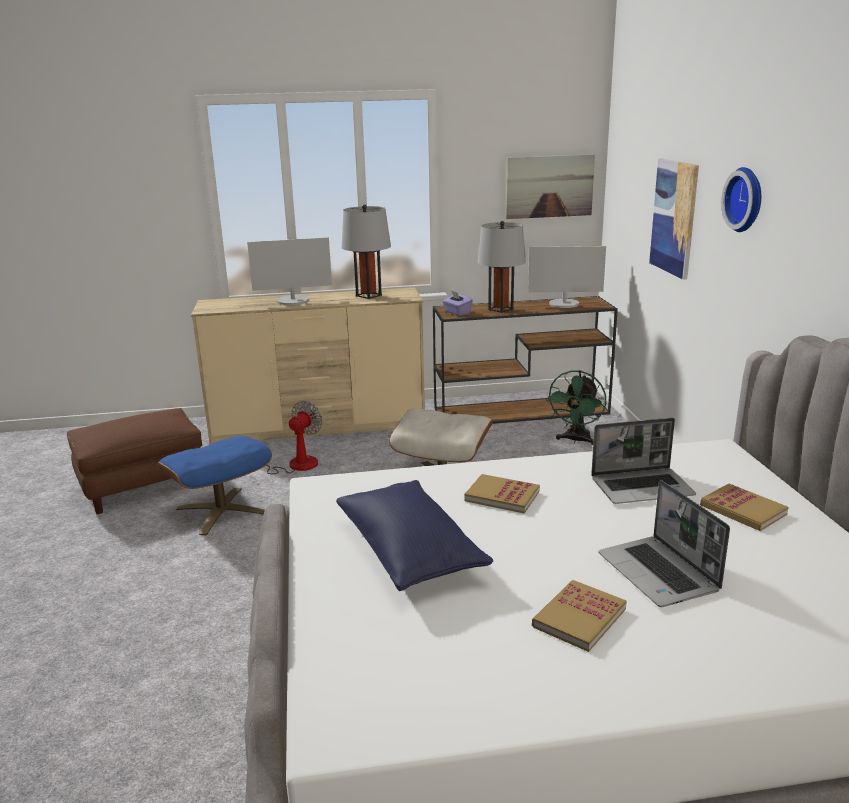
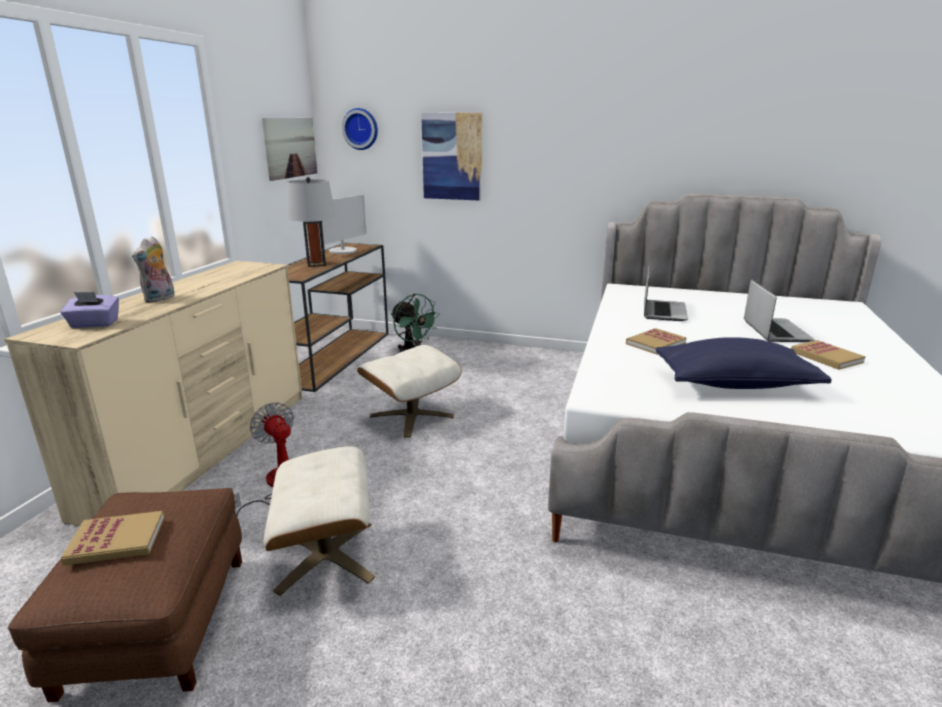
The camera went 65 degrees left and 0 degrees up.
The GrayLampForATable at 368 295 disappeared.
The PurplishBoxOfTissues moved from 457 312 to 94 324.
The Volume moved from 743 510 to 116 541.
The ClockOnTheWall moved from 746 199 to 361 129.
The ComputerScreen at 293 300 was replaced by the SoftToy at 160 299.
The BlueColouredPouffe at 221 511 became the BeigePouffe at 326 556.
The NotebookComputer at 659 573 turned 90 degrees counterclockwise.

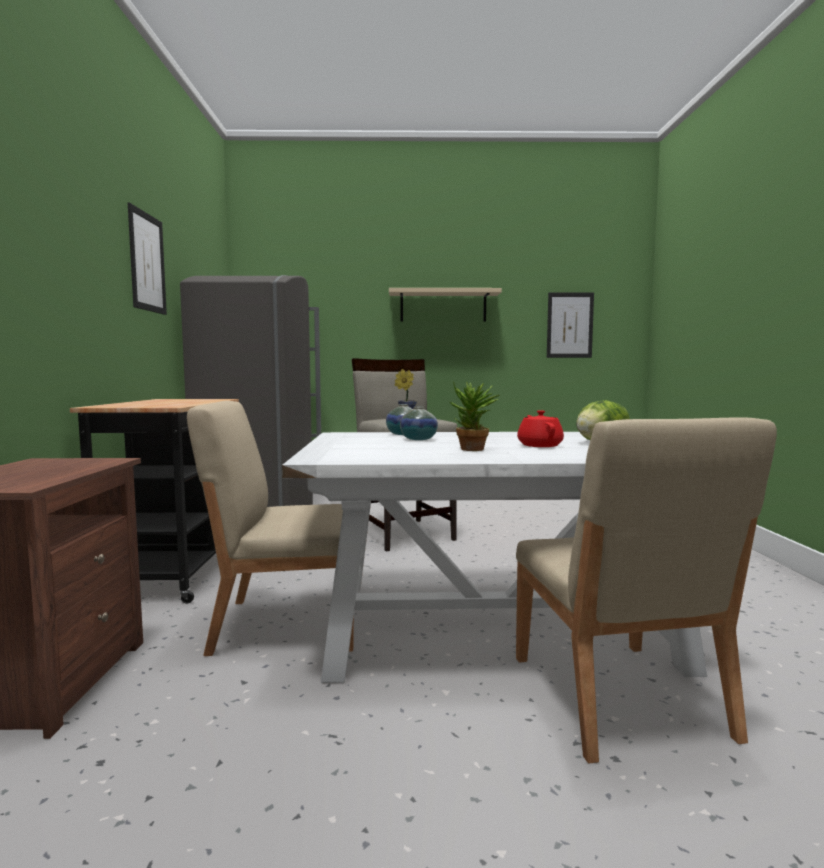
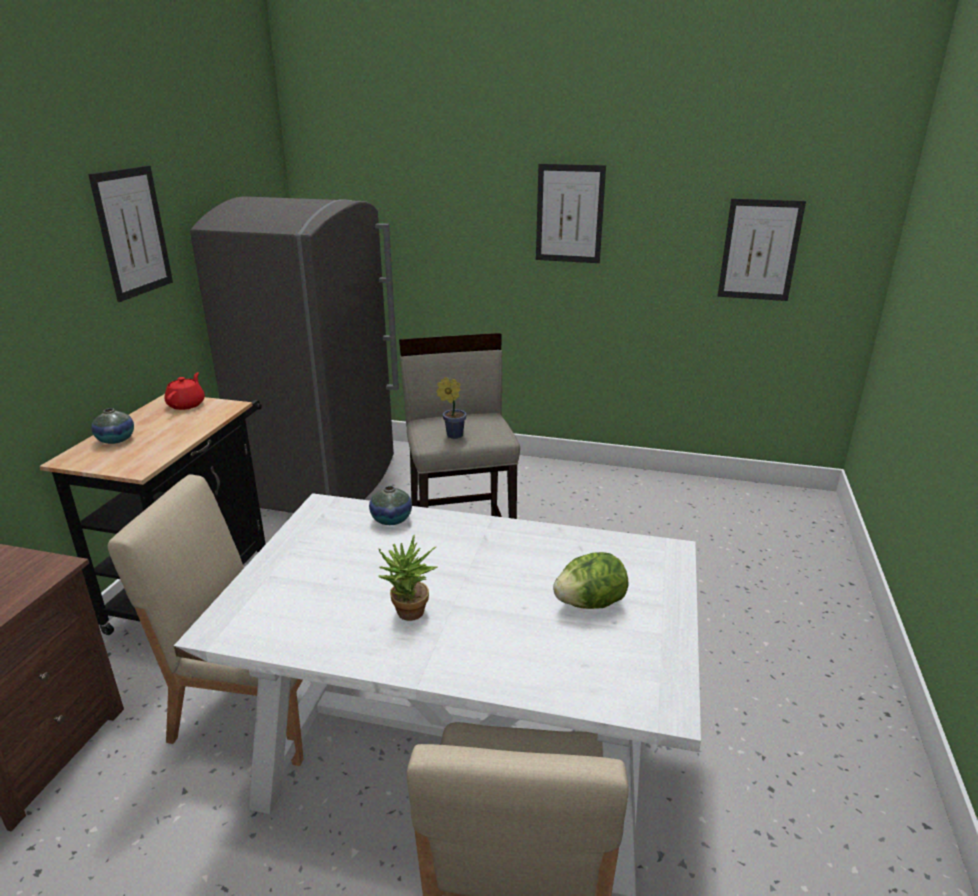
The camera went 15 degrees right and 20 degrees up.
The FlowerVase moved from 418 439 to 116 440.
The RedTeaPot moved from 539 445 to 187 404.
The BeigeBracketShelf at 443 306 was replaced by the Picture at 569 214.

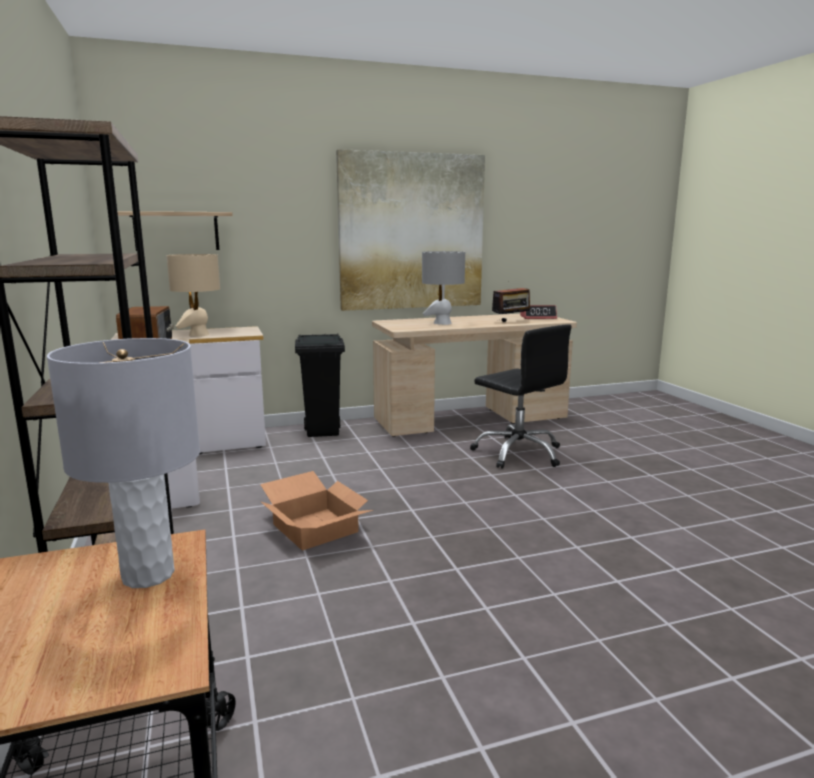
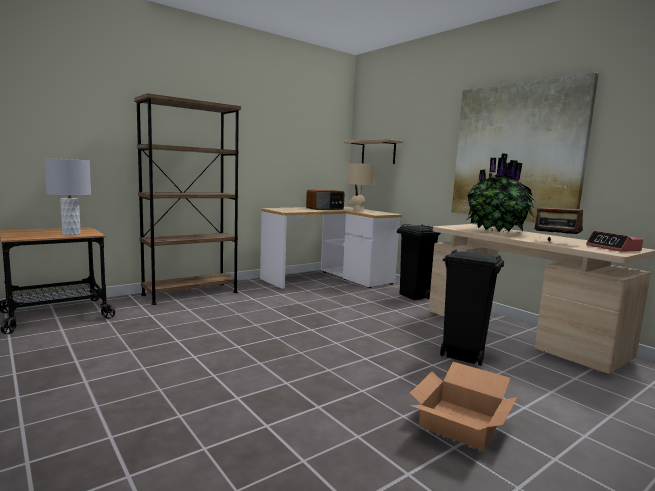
The camera went 70 degrees right and 5 degrees down.
The Carton moved from 317 528 to 461 424.
The GrayLampForATable at 442 323 was replaced by the PottedPlant at 496 232.
The BlackDeskChair at 518 453 was replaced by the BlackTrashCan at 462 356.

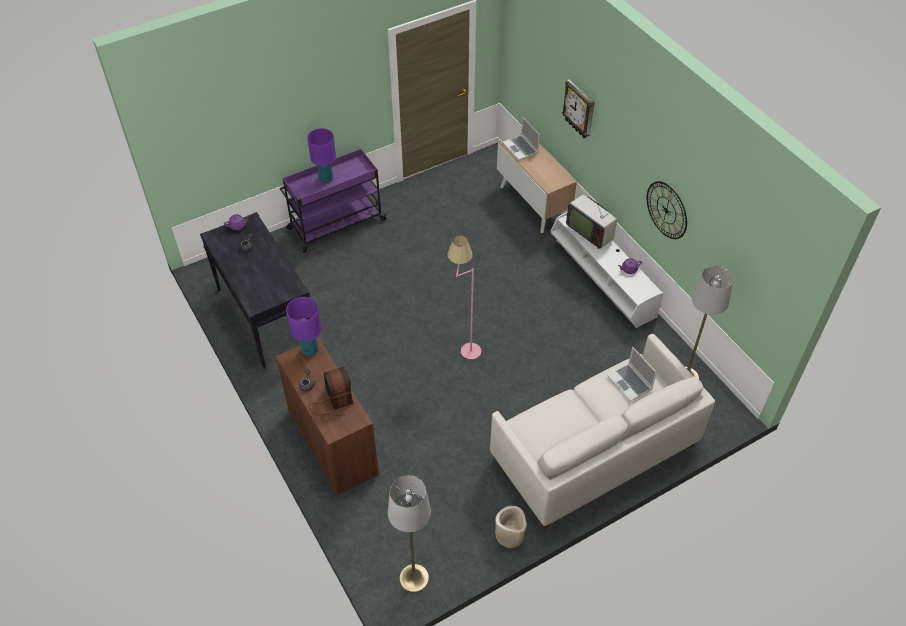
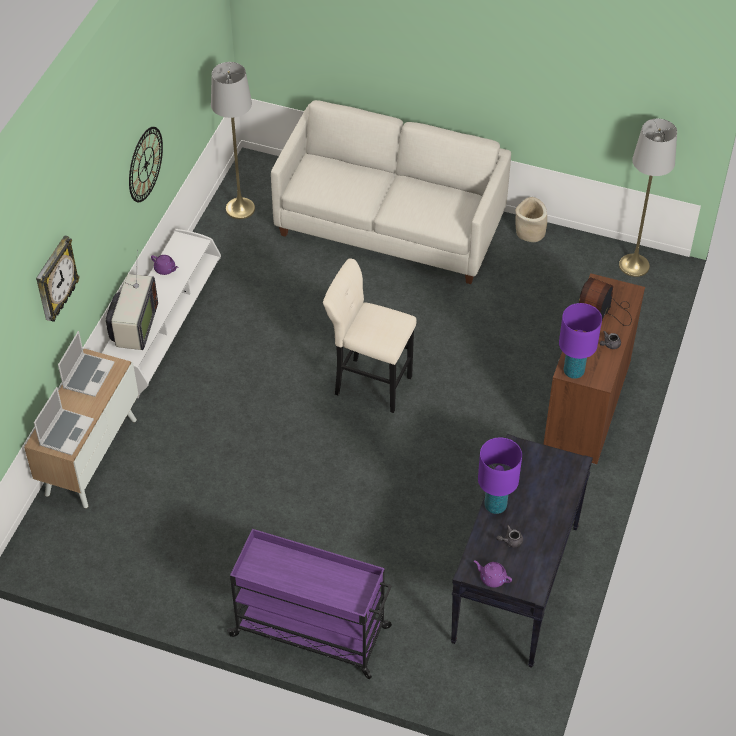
The camera went 130 degrees left and 0 degrees up.
The PurplishLampForATable moved from 326 179 to 495 505.
The NotebookComputer moved from 630 383 to 88 375.
The PinkFloorLamp at 464 345 was replaced by the BeigeStoolSeat at 369 384.

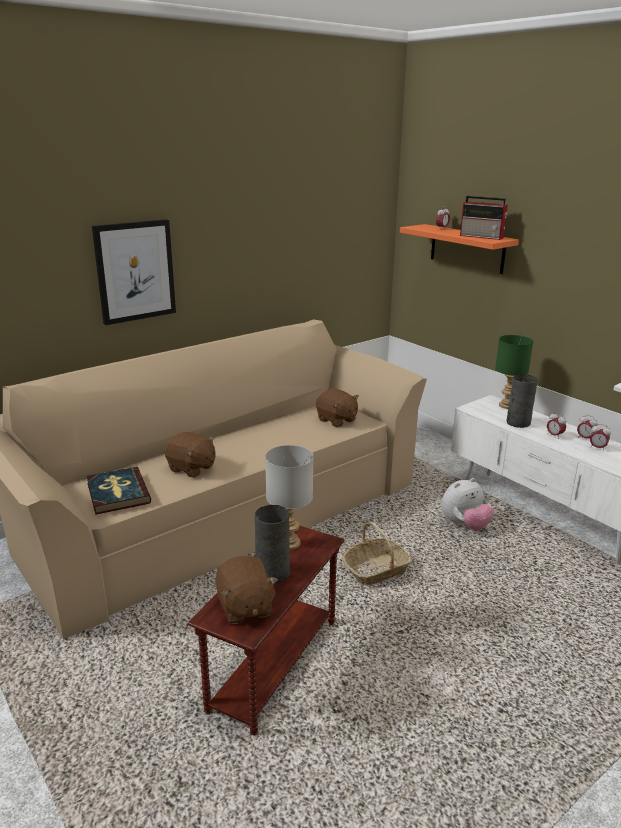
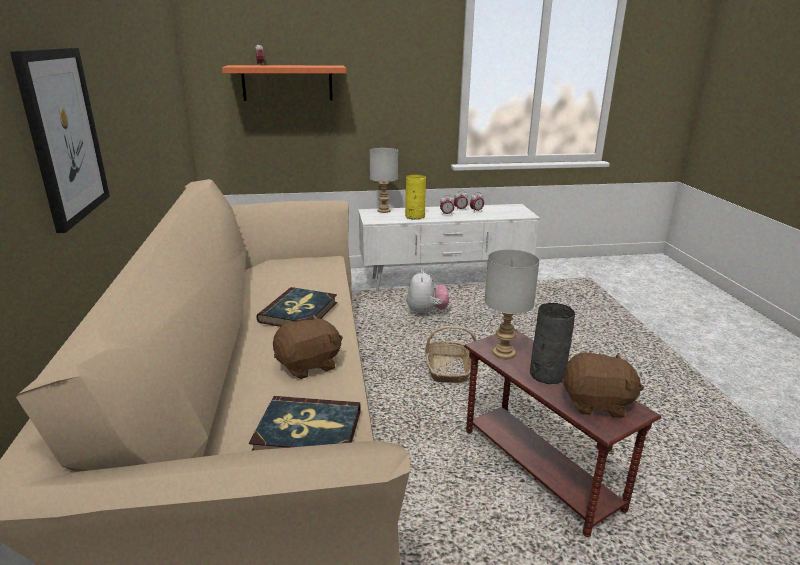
The camera went 60 degrees left and 0 degrees up.
The BrownColouredSoftToy at 336 420 disappeared.
The RadioSet at 483 237 disappeared.
The Volume at 299 312 appeared.
The GreenishLampForATable at 507 405 became the GrayLampForATable at 384 210.
The GrayFlowerVase at 517 422 became the YellowColouredFlowerVase at 414 216.

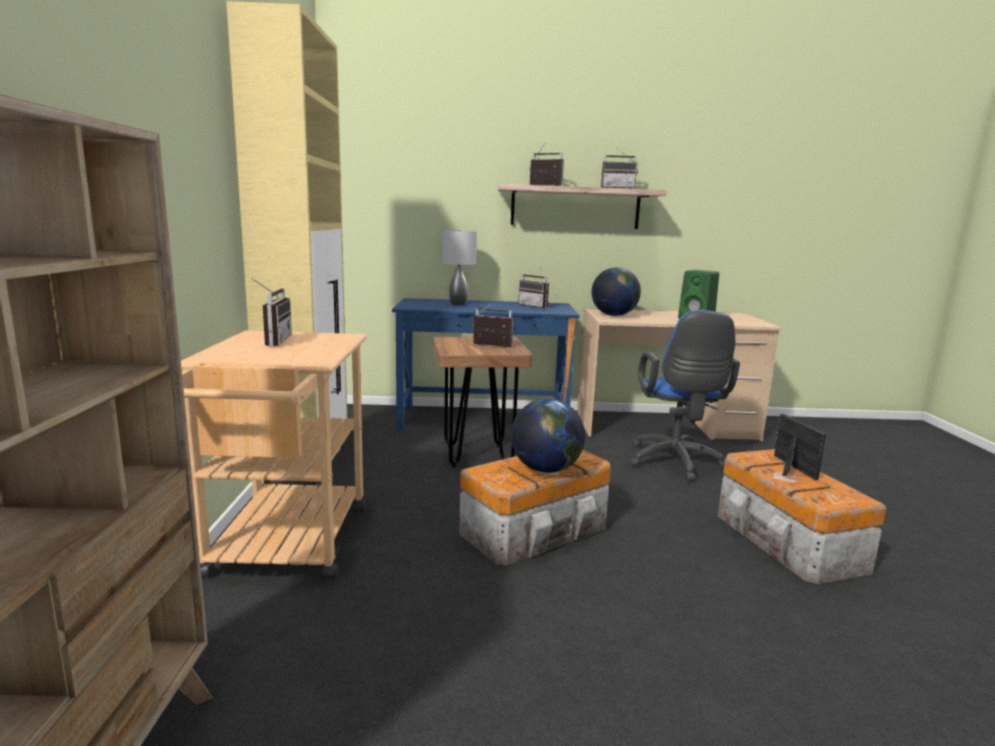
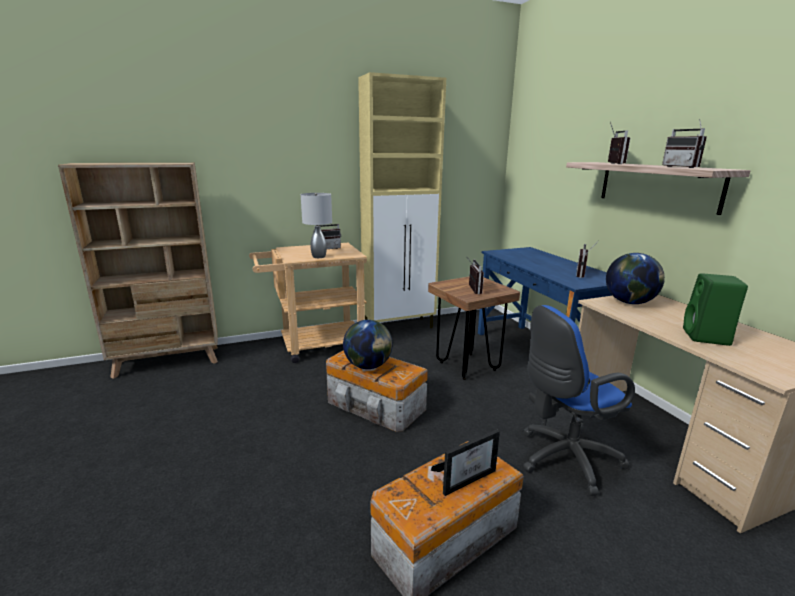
The camera went 70 degrees right and 5 degrees up.
The GrayLampForATable moved from 457 303 to 318 256.

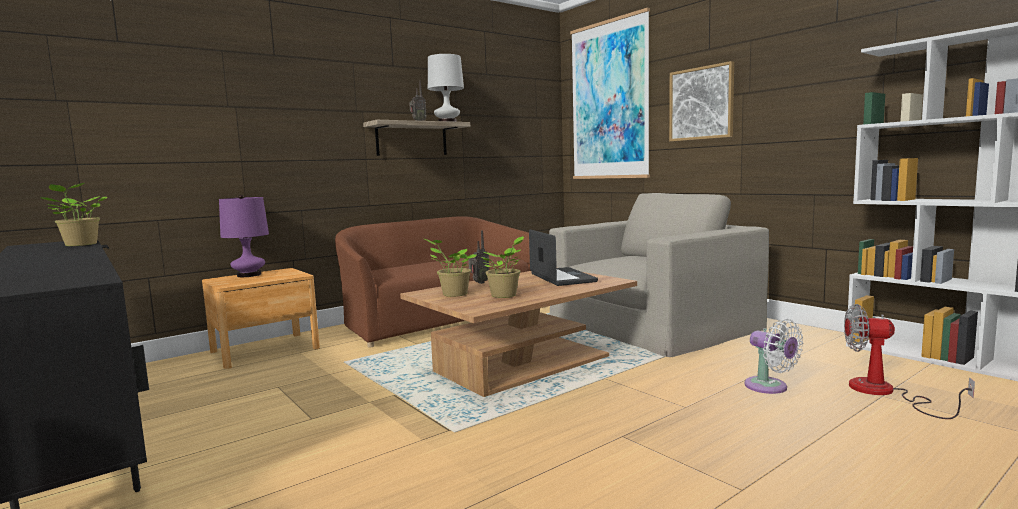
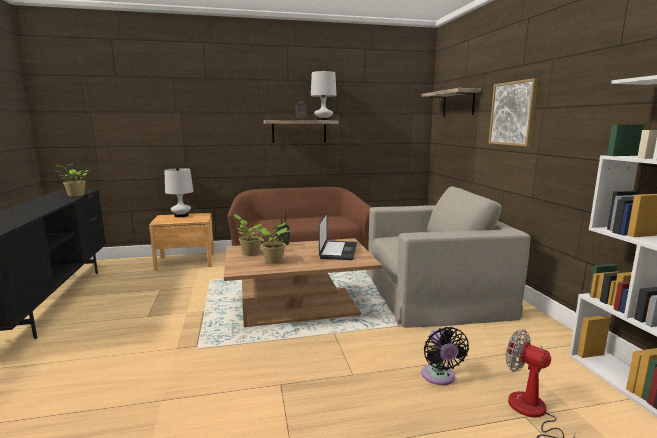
The camera went 25 degrees right and 5 degrees up.
The Picture at 609 101 was replaced by the BracketShelf at 458 103.
The PurplishLampForATable at 249 275 became the WhitishLampForATable at 181 215.
The WhitishFan at 770 387 became the BlackFan at 439 377.

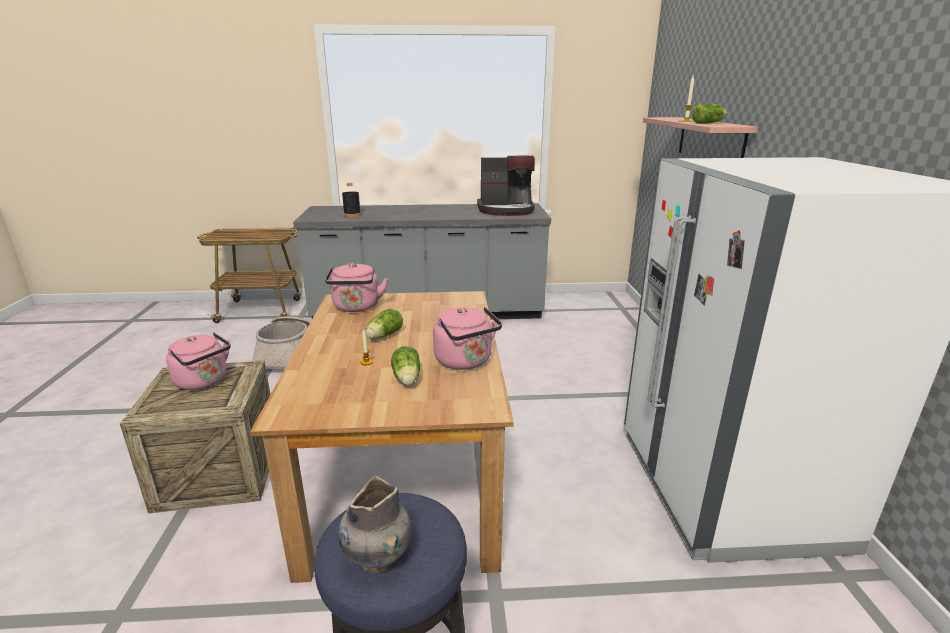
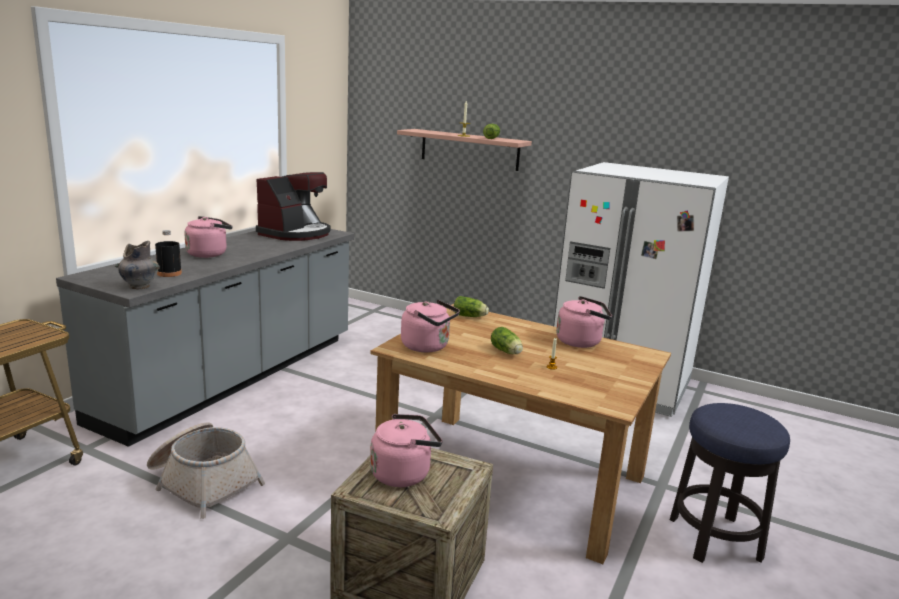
The camera went 60 degrees left and 5 degrees down.
The PinkWaterKettle at 209 254 appeared.
The GrayFlowerVase moved from 377 557 to 139 286.
The Lettuce moved from 407 379 to 470 316.

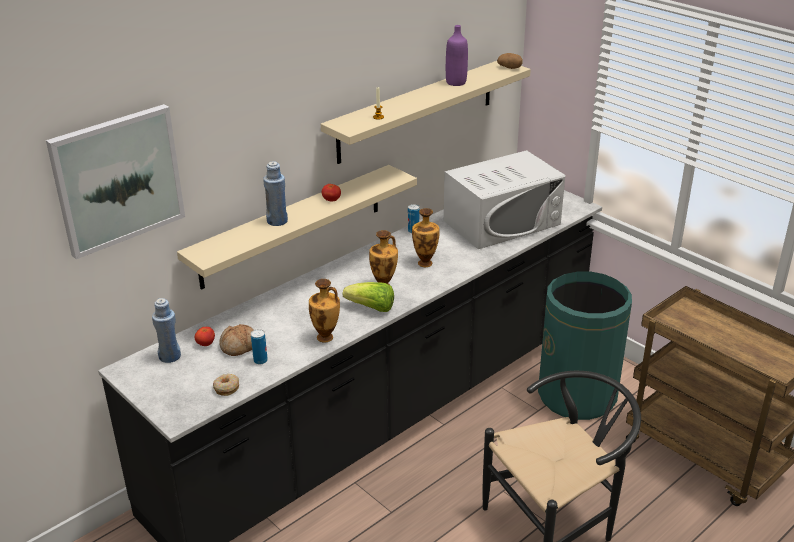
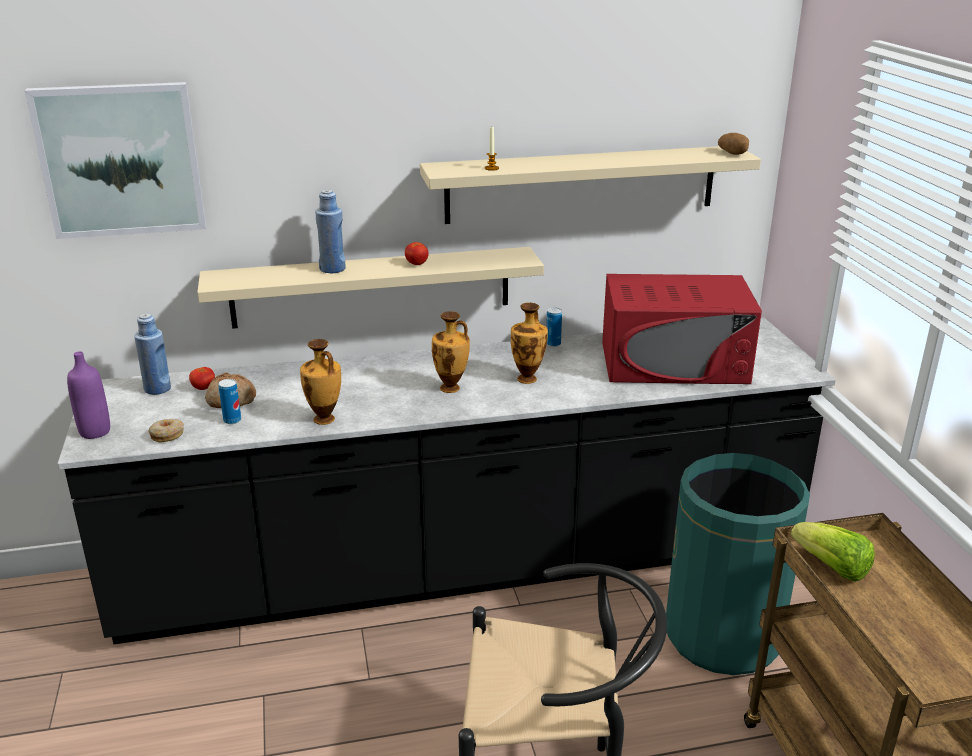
The camera went 30 degrees right and 5 degrees down.
The Lettuce moved from 371 308 to 831 567.
The PurplishBottle moved from 456 82 to 95 432.
The WhitishKitchenMicrowave at 502 222 became the RedKitchenMicrowave at 674 362.

